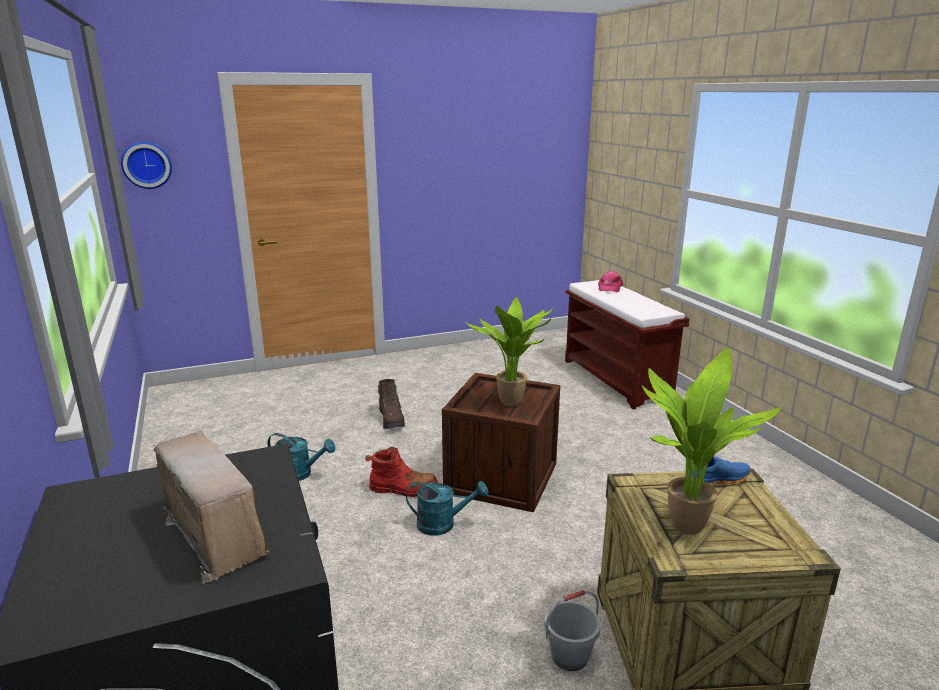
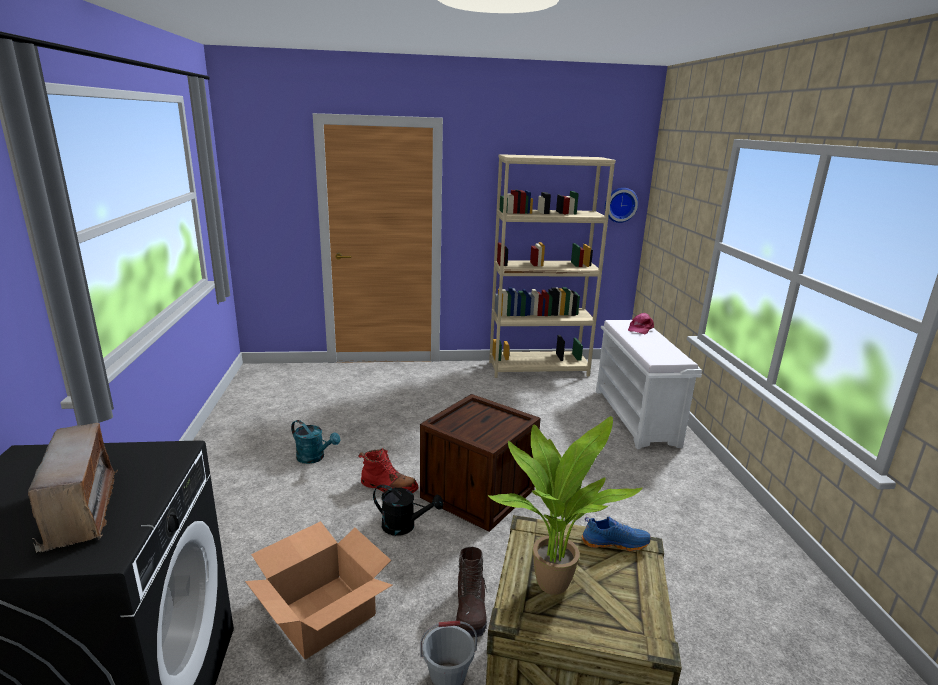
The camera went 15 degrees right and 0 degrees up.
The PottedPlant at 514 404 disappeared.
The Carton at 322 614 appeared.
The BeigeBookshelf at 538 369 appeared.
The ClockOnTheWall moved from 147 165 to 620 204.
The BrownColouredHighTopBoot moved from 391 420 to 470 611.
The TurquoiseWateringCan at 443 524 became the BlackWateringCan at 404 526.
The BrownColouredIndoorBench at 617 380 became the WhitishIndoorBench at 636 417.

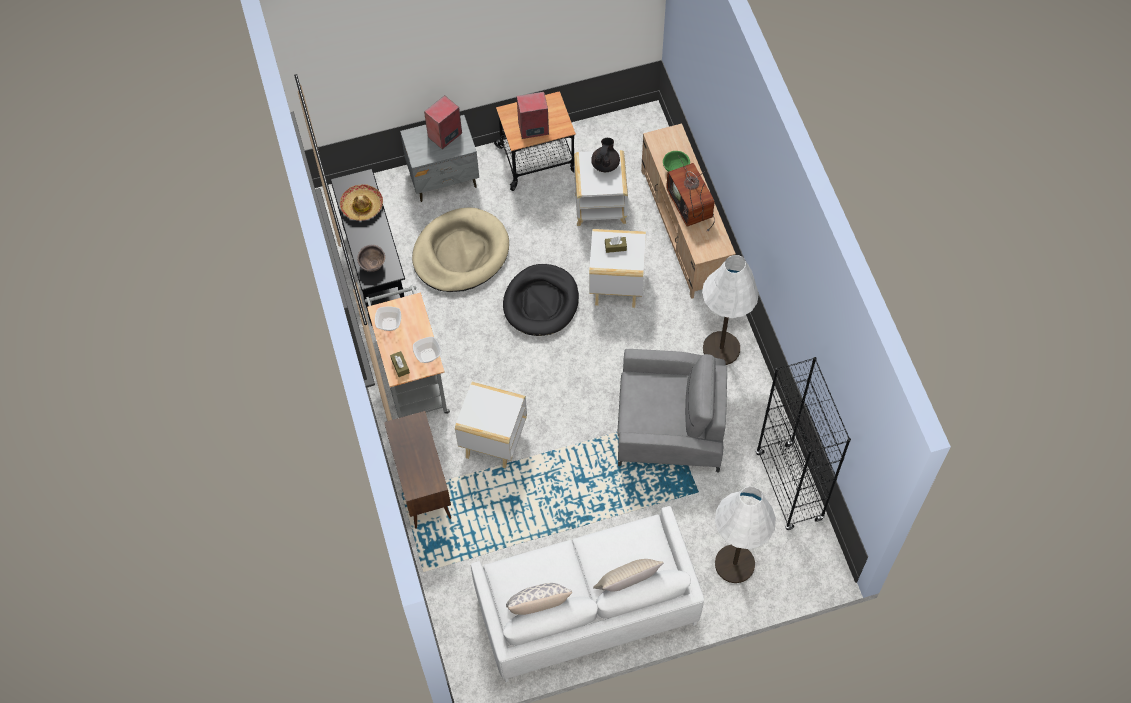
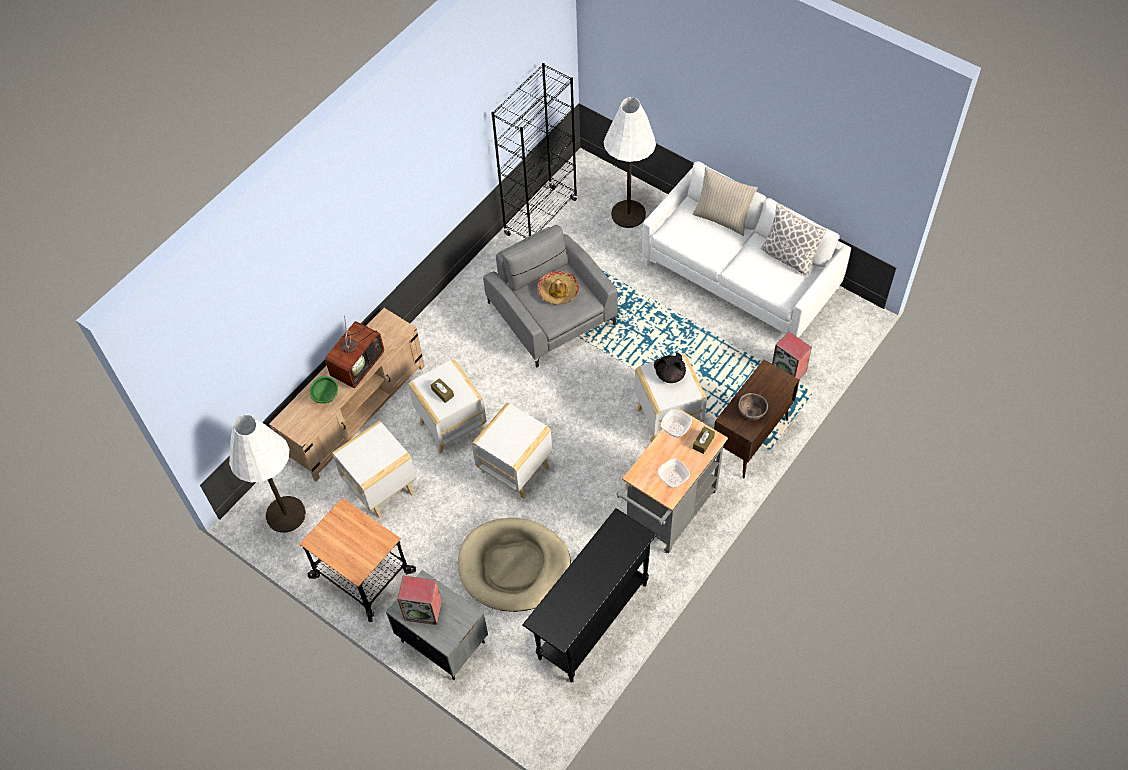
The camera went 125 degrees left and 5 degrees down.
The Hat moved from 362 206 to 558 291.
The BrownColouredBowl moved from 372 265 to 751 414.
The Loudspeaker moved from 533 128 to 789 371.
The BlackTeaPot moved from 605 164 to 669 375.
The WhitishFloorLamp moved from 721 348 to 286 514.
The BlackDogBed at 541 302 was replaced by the WhitishSideTable at 514 469.

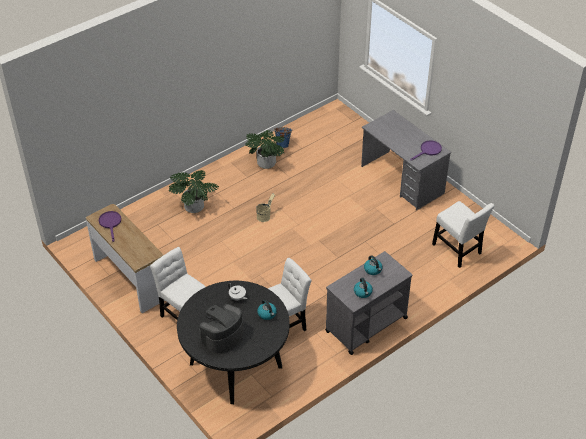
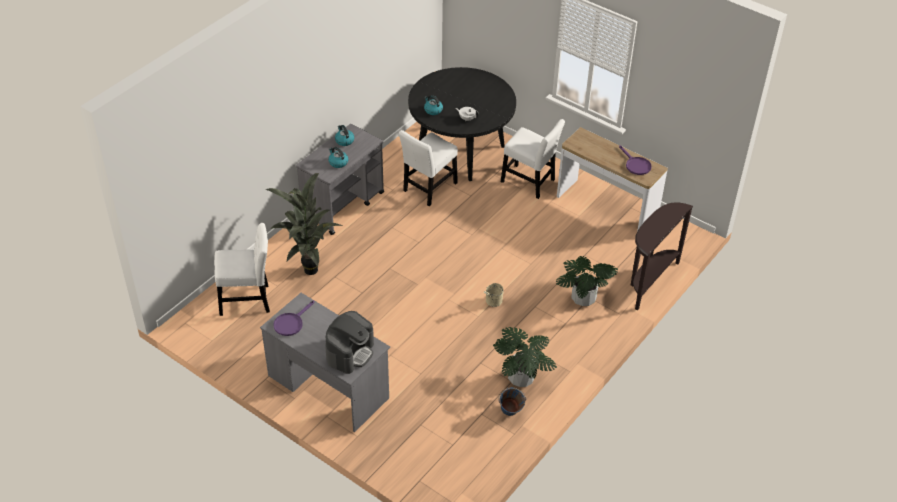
The camera went 165 degrees right and 0 degrees up.
The PottedPlant at 307 270 appeared.
The BrownColouredHallTable at 649 281 appeared.
The CoffeeMaker moved from 222 336 to 350 352.
The WhitishChair at 458 251 turned 135 degrees clockwise.

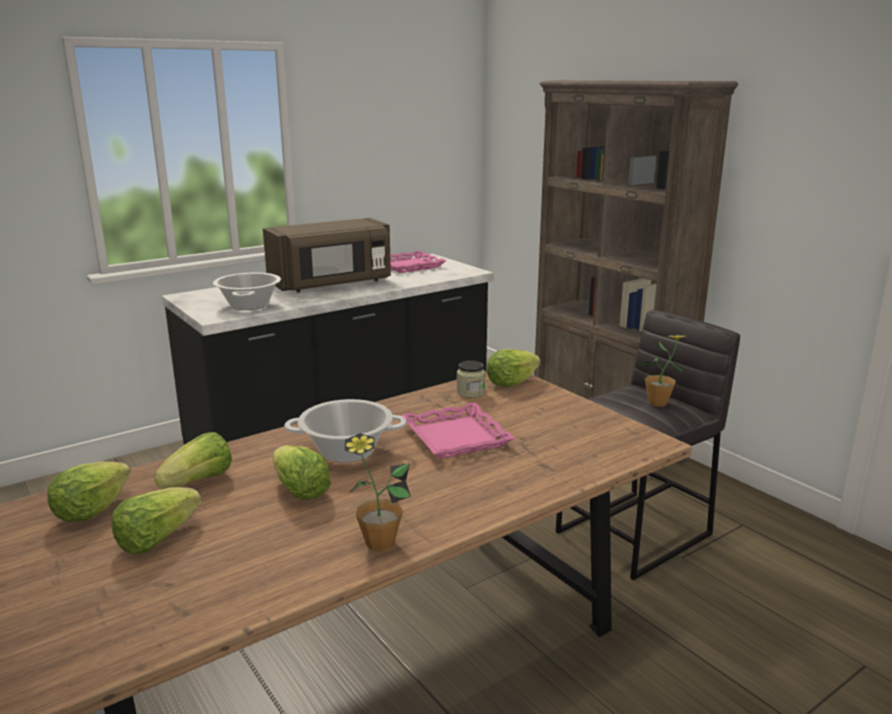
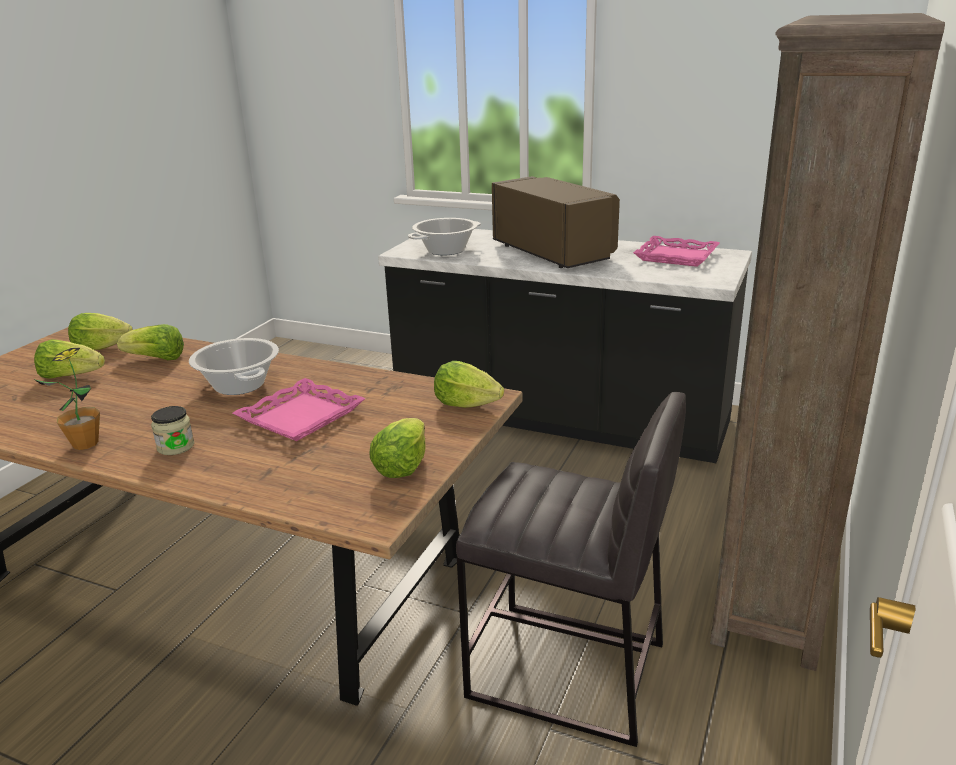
The camera went 60 degrees right and 5 degrees up.
The PottedPlant at 658 403 disappeared.
The Lettuce moved from 300 491 to 401 467.
The PreserveJar moved from 470 392 to 176 446.
The BrownColouredKitchenMicrowave at 332 284 turned 150 degrees counterclockwise.

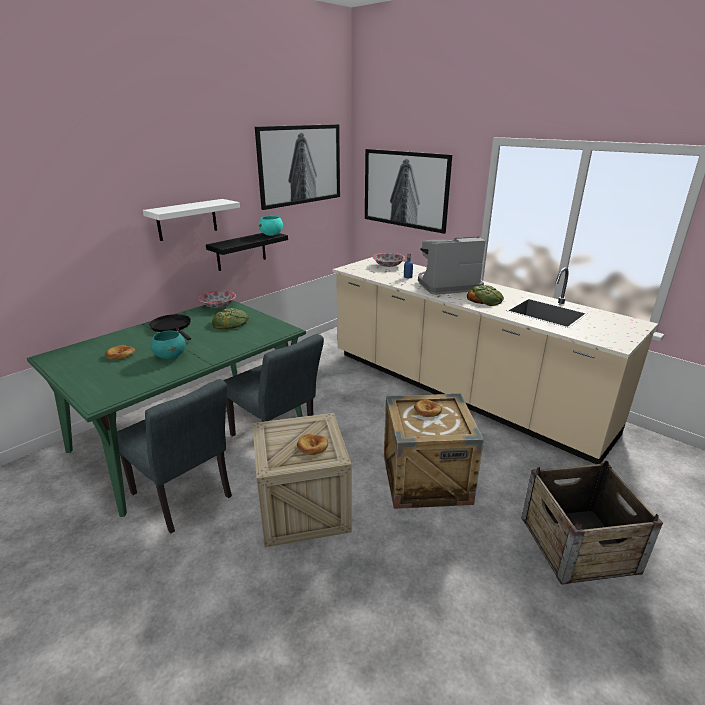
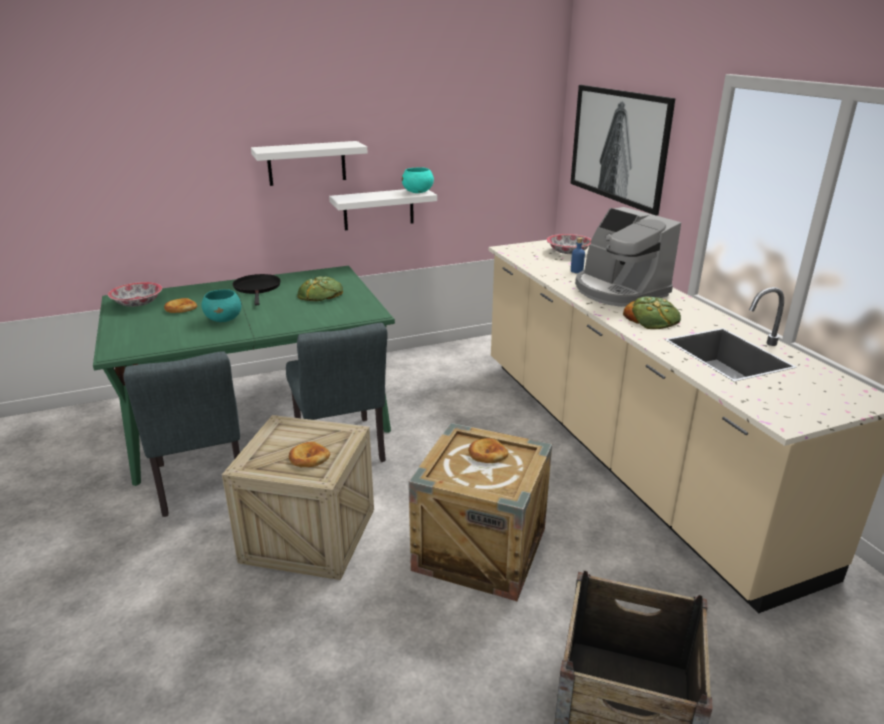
The camera went 25 degrees right and 0 degrees up.
The Picture at 300 165 disappeared.
The Bowl moved from 218 305 to 137 303.
The BlackBracketShelf at 241 251 became the WhitishBracketShelf at 378 209.
The CoffeeMaker at 447 285 turned 135 degrees counterclockwise.

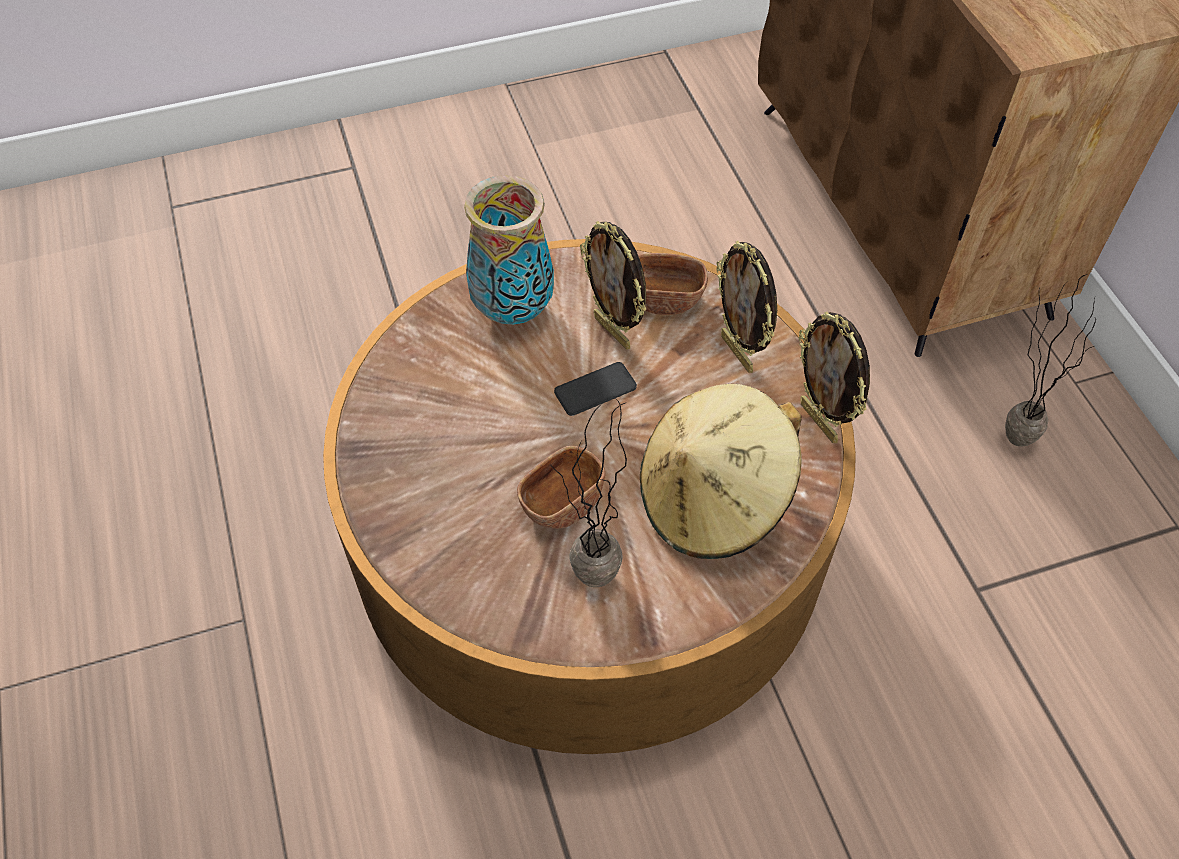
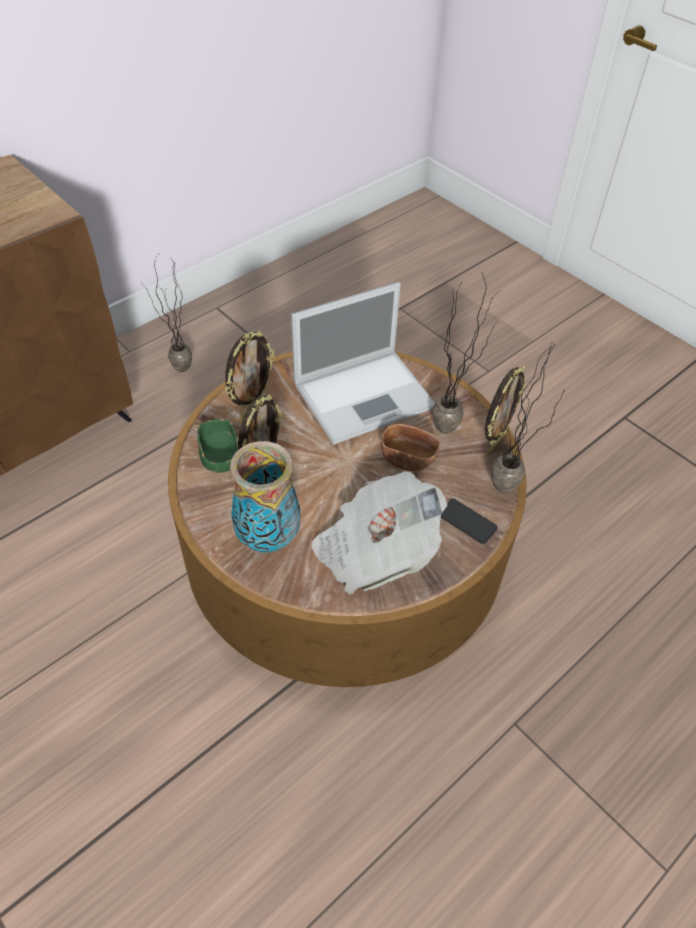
The camera went 115 degrees left and 5 degrees down.
The PrintedPaper at 375 550 appeared.
The PottedPlant at 505 496 appeared.
The Phone moved from 595 389 to 467 521.
The PictureFrame moved from 820 422 to 494 445.
The BeigeHat at 713 499 was replaced by the NotebookComputer at 366 395.
The BrownColouredBowl at 664 298 became the GreenishBowl at 220 457.

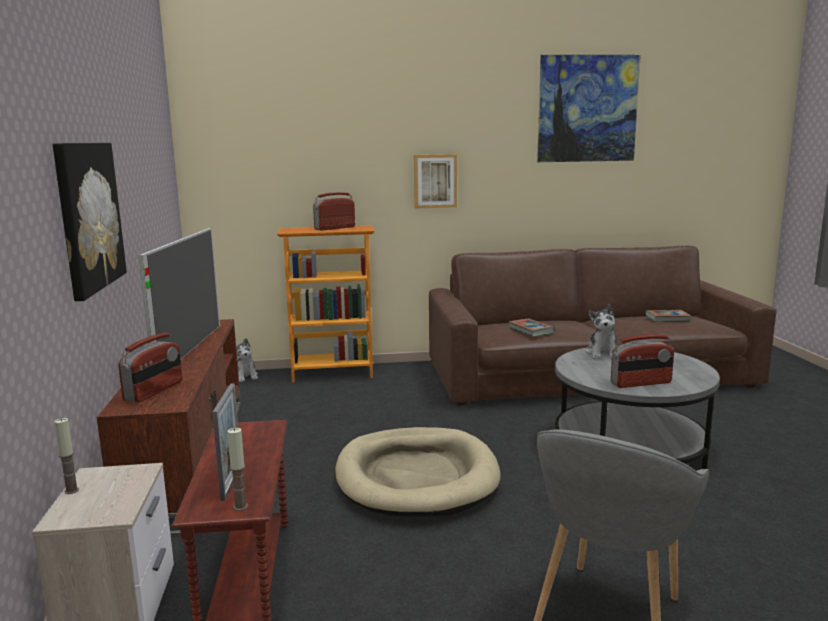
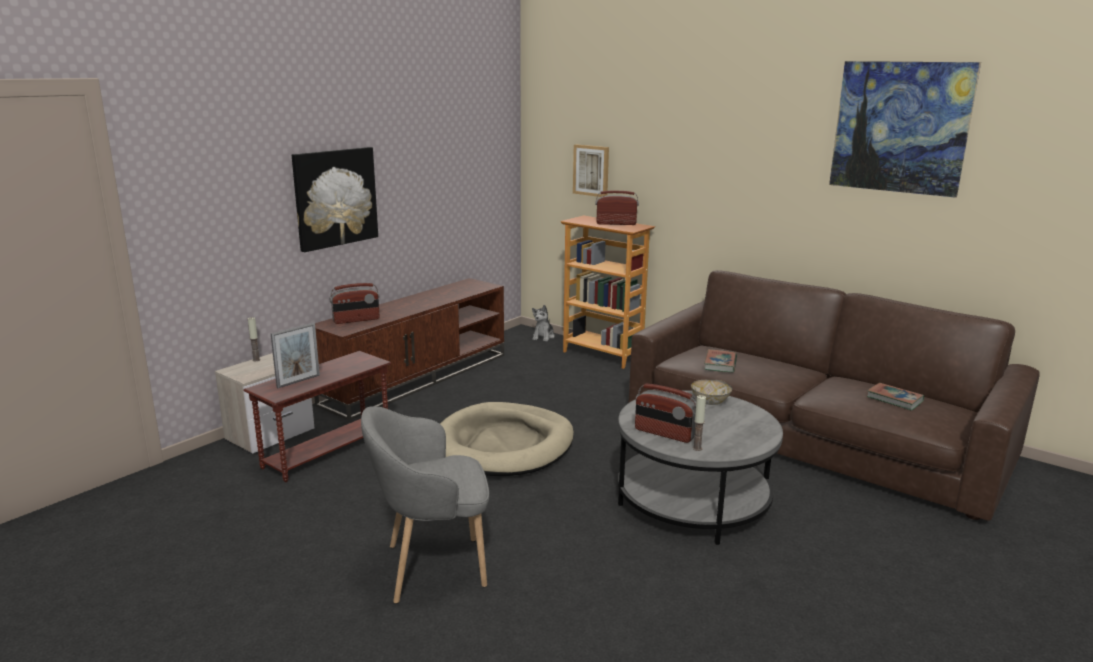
The camera went 45 degrees right and 5 degrees up.
The Tv at 191 349 disappeared.
The Candle moved from 240 507 to 697 448.
The Picture moved from 435 181 to 591 170.
The SoftToy at 602 353 was replaced by the Bowl at 710 402.

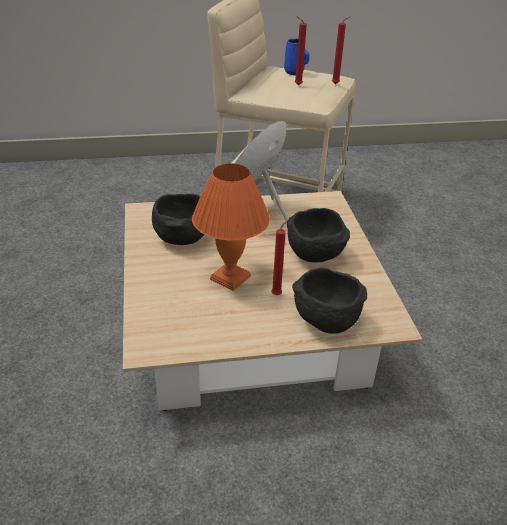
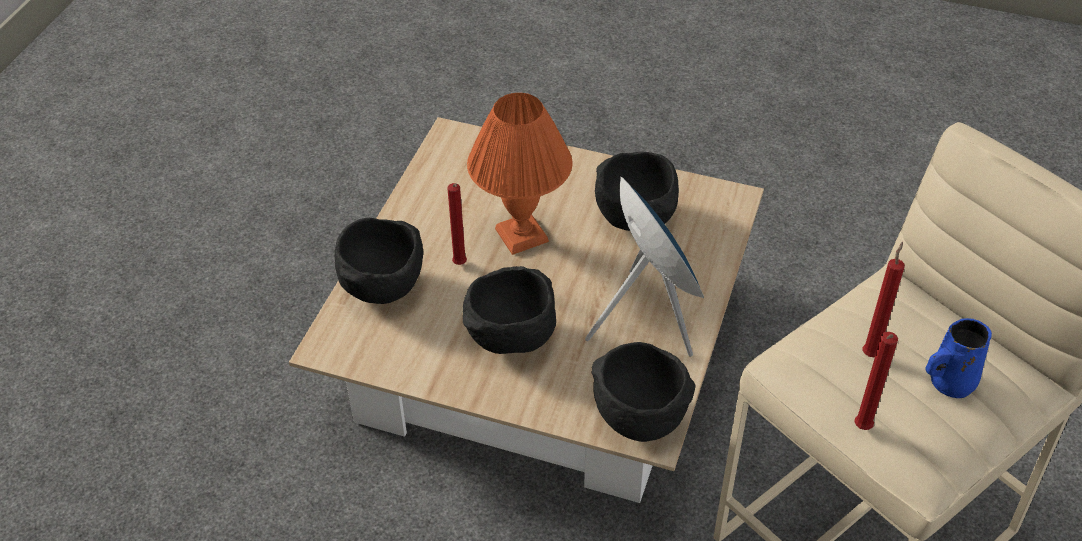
The camera went 120 degrees right and 10 degrees up.
The BlackBowl at 637 417 appeared.

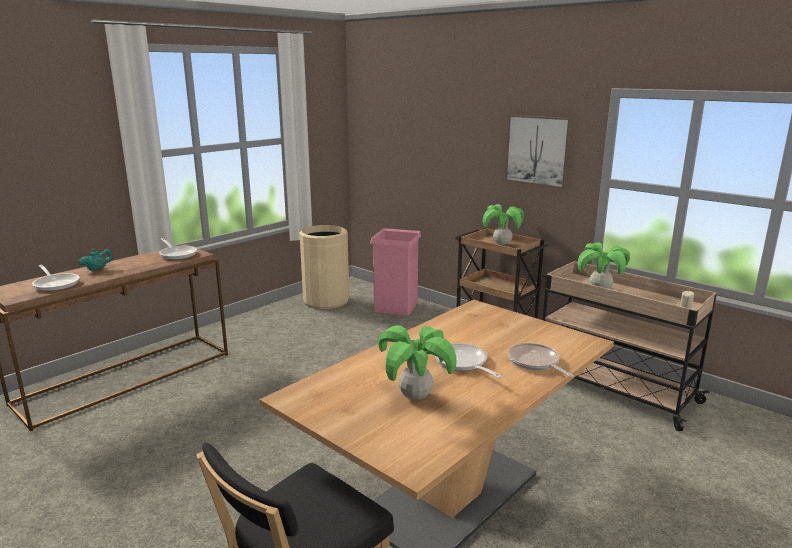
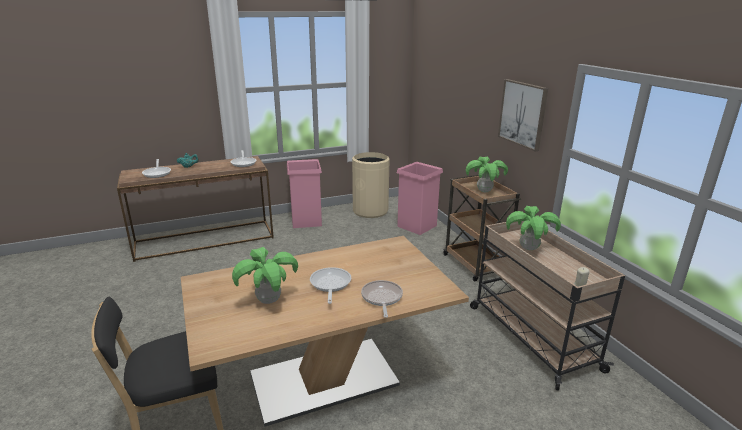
The camera went 25 degrees right and 5 degrees up.
The PinkTrashCan at 306 221 appeared.

